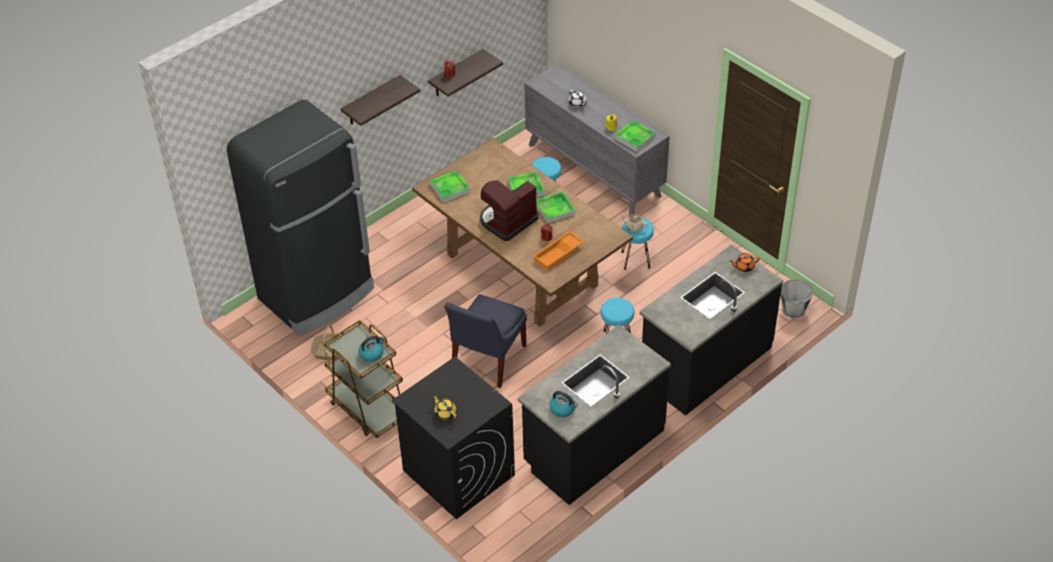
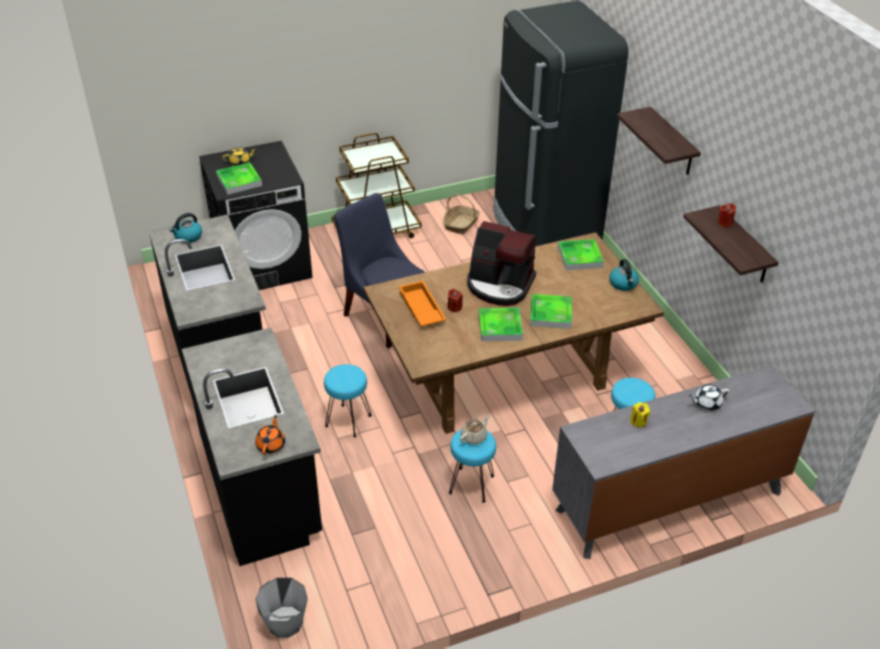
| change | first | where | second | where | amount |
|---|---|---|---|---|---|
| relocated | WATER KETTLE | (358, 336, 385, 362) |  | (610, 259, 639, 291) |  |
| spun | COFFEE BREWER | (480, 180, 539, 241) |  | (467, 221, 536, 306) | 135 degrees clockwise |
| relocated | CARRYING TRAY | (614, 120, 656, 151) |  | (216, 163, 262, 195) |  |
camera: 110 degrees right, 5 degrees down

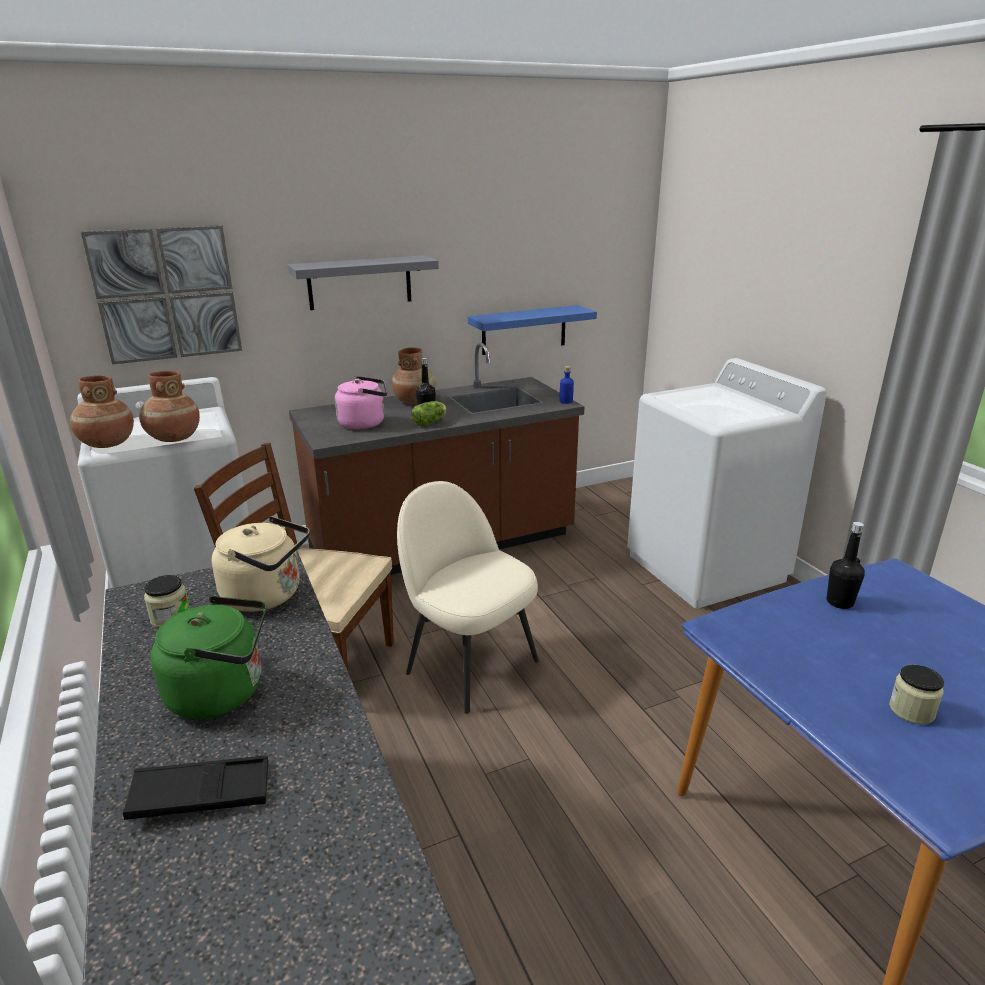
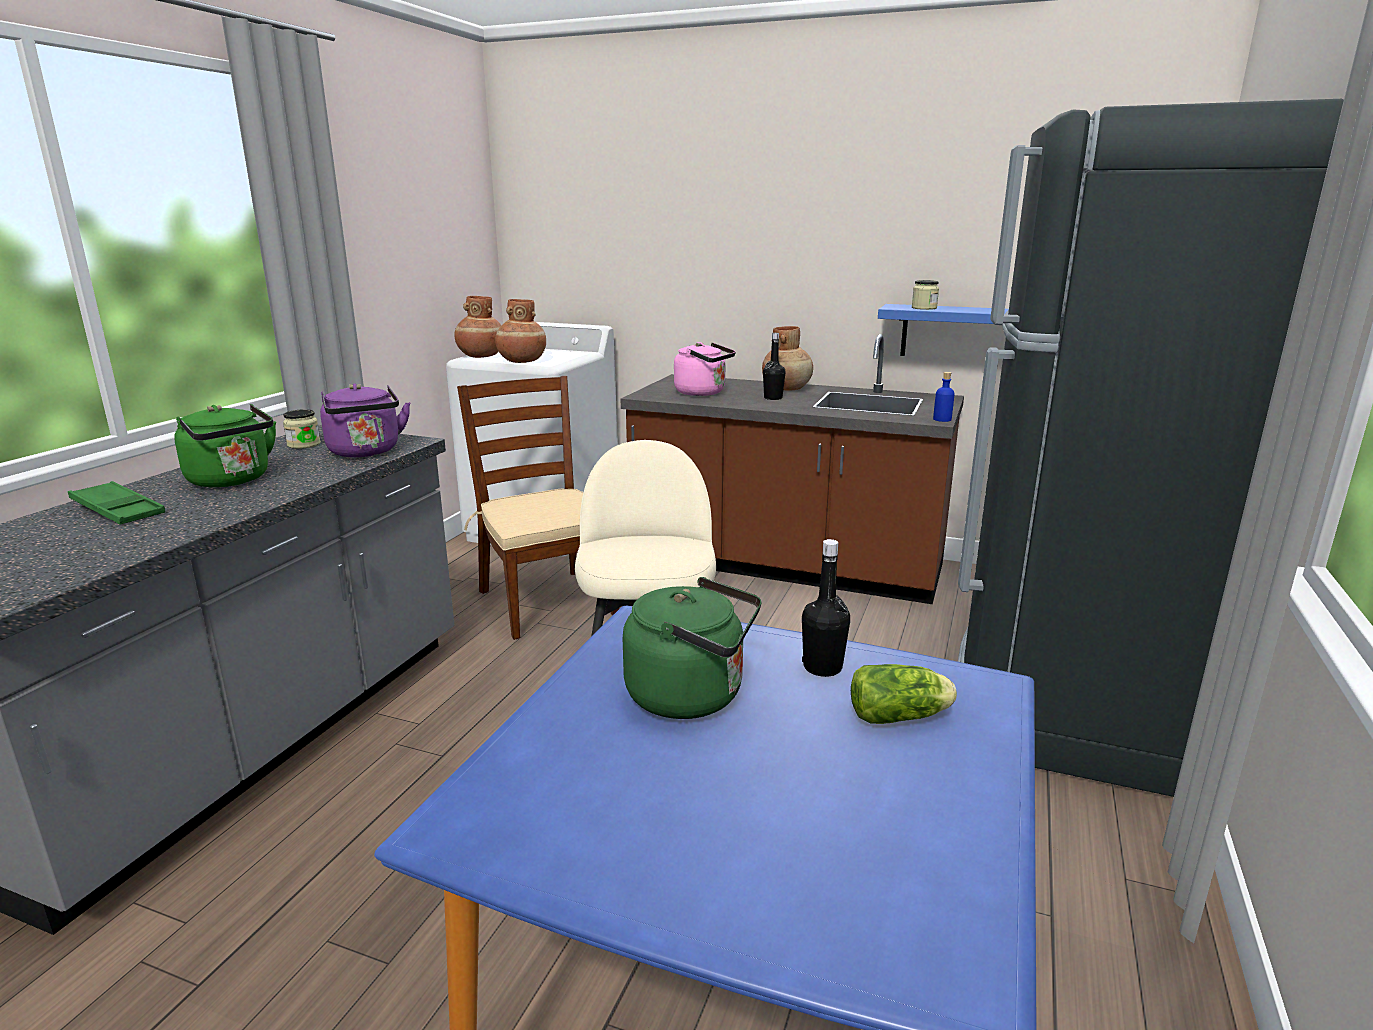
| change | first | where | second | where | amount |
|---|---|---|---|---|---|
| missing | PICTURE | (81, 225, 242, 364) |  |  |  |
| colour | BLACK-COLOURED CARRYING TRAY | (123, 756, 269, 820) | GREEN CARRYING TRAY | (68, 481, 165, 525) |  |
| colour | SAND-COLOURED WATER KETTLE | (212, 516, 310, 612) | PURPLE-COLOURED WATER KETTLE | (320, 383, 410, 457) |  |
| missing | GREYISH BRACKET SHELF | (287, 255, 439, 310) |  |  |  |
| relocated | HEAD OF LETTUCE | (411, 401, 447, 427) |  | (851, 664, 957, 724) |  |
| exchanged | WHITE-COLOURED LAUNDRY MACHINE | (627, 358, 827, 608) | BLACK-COLOURED FRIDGE | (958, 99, 1344, 797) |  |
| relocated | STORAGE JAR | (889, 664, 944, 724) |  | (912, 280, 939, 310) |  |
| appeared |  |  | GREEN WATER KETTLE | (623, 577, 761, 719) |  |
camera: 45 degrees right, 5 degrees down

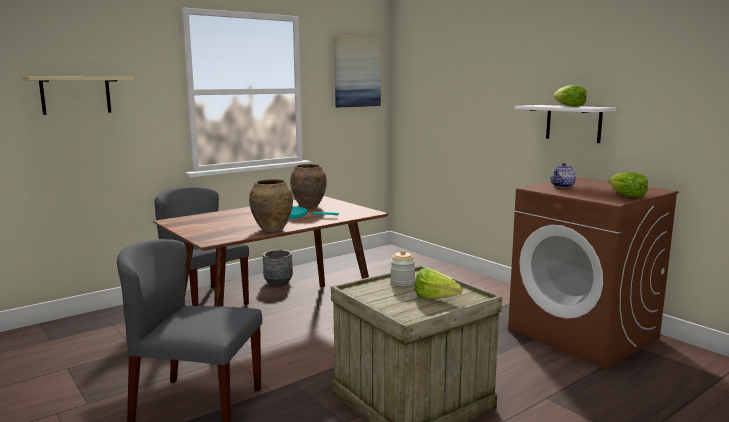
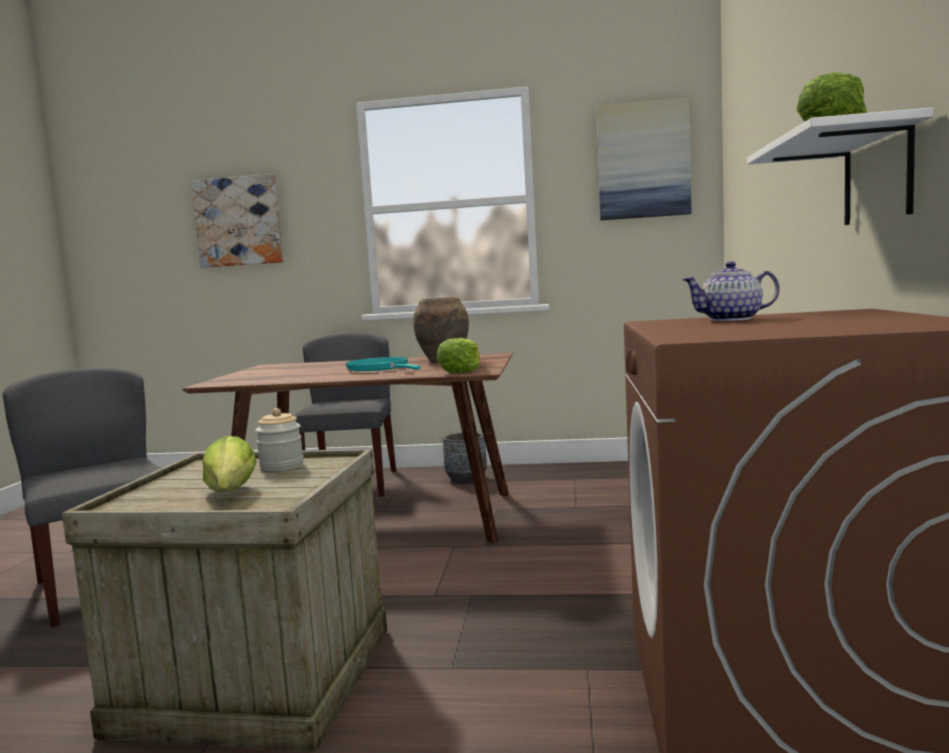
| change | first | where | second | where | amount |
|---|---|---|---|---|---|
| exchanged | SAND-COLOURED BRACKET SHELF | (22, 77, 134, 115) | PICTURE | (191, 174, 284, 268) |  |
| missing | BROWN VASE | (249, 179, 293, 232) |  |  |  |
| relocated | HEAD OF LETTUCE | (608, 172, 648, 198) |  | (437, 338, 480, 373) |  |
camera: 45 degrees right, 5 degrees down

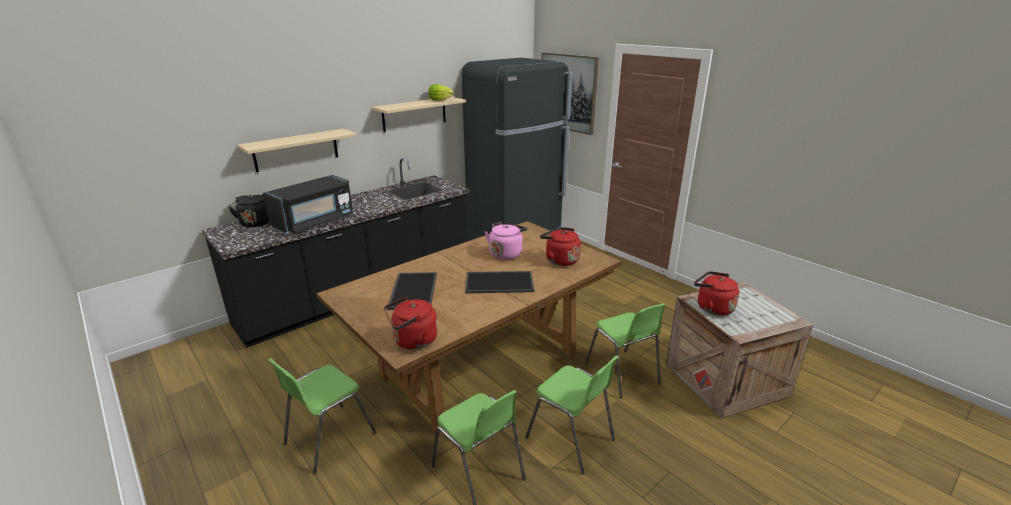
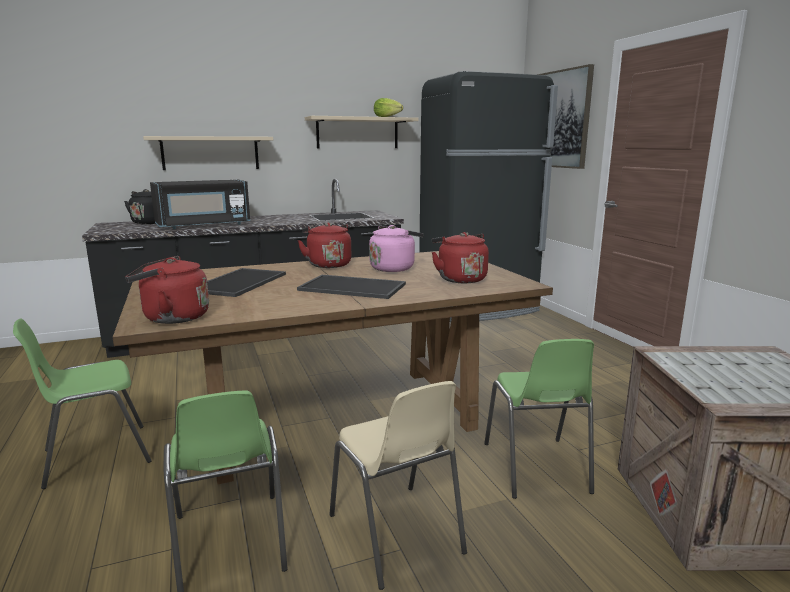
| change | first | where | second | where | amount |
|---|---|---|---|---|---|
| colour | GREEN PLAIN CHAIR | (525, 355, 619, 474) | SAND-COLOURED PLAIN CHAIR | (329, 381, 467, 590) |  |
| relocated | RED-COLOURED WATER KETTLE | (694, 271, 739, 316) |  | (298, 223, 351, 268) |  |
camera: 20 degrees right, 10 degrees down

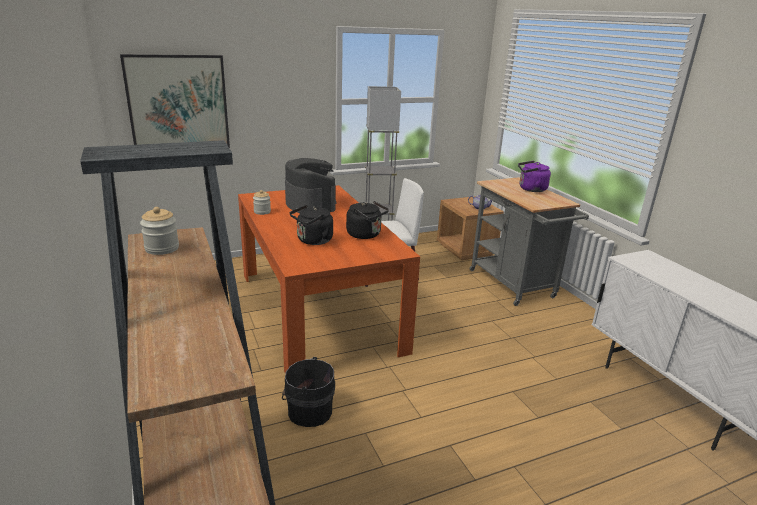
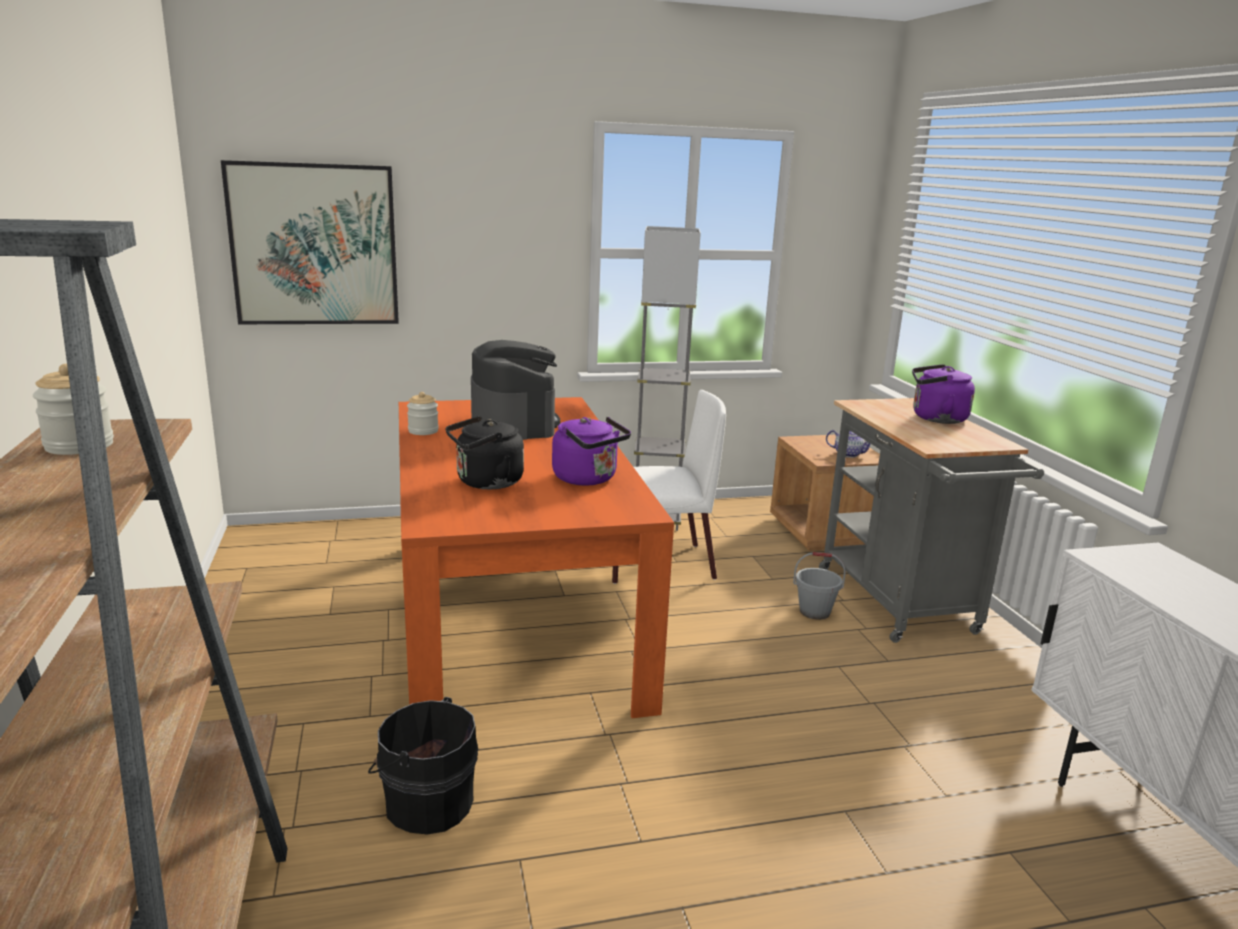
| change | first | where | second | where | amount |
|---|---|---|---|---|---|
| colour | BLACK-COLOURED WATER KETTLE | (346, 201, 389, 239) | PURPLE-COLOURED WATER KETTLE | (552, 417, 631, 486) |  |
| appeared |  |  | GREYISH BUCKET | (793, 552, 846, 620) |  |
camera: 10 degrees right, 5 degrees down

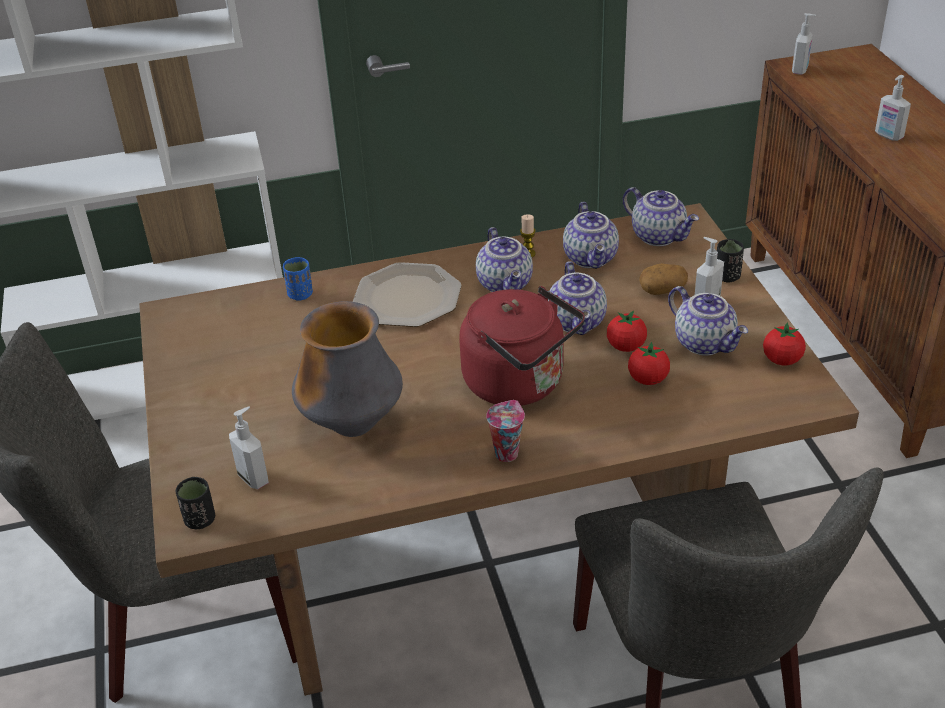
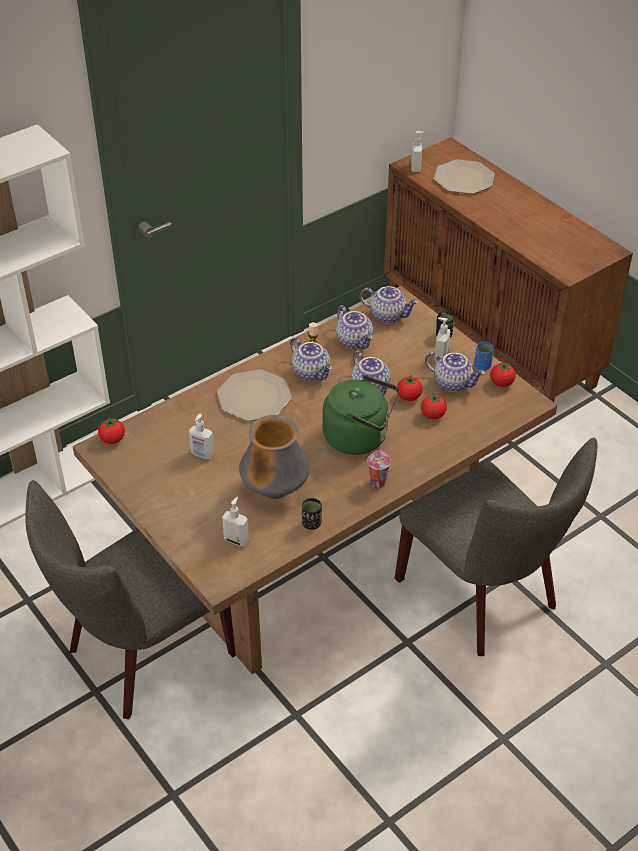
| change | first | where | second | where | amount |
|---|---|---|---|---|---|
| relocated | BLACK-COLOURED DRINKING CUP | (176, 477, 215, 529) |  | (302, 498, 322, 530) |  |
| relocated | BLUE-COLOURED DRINKING CUP | (283, 257, 313, 301) |  | (474, 342, 494, 370) |  |
| colour | RED-COLOURED WATER KETTLE | (459, 286, 585, 406) | GREEN WATER KETTLE | (322, 375, 399, 455) |  |
| missing | WHOLE POTATO | (639, 263, 688, 295) |  |  |  |
| relocated | SOAP BOTTLE | (875, 75, 911, 141) |  | (189, 414, 214, 459) |  |
| appeared |  |  | FRESH TOMATO | (98, 417, 125, 444) |  |
| appeared |  |  | DINNER PLATE | (434, 159, 494, 194) |  |
camera: 25 degrees left, 5 degrees up

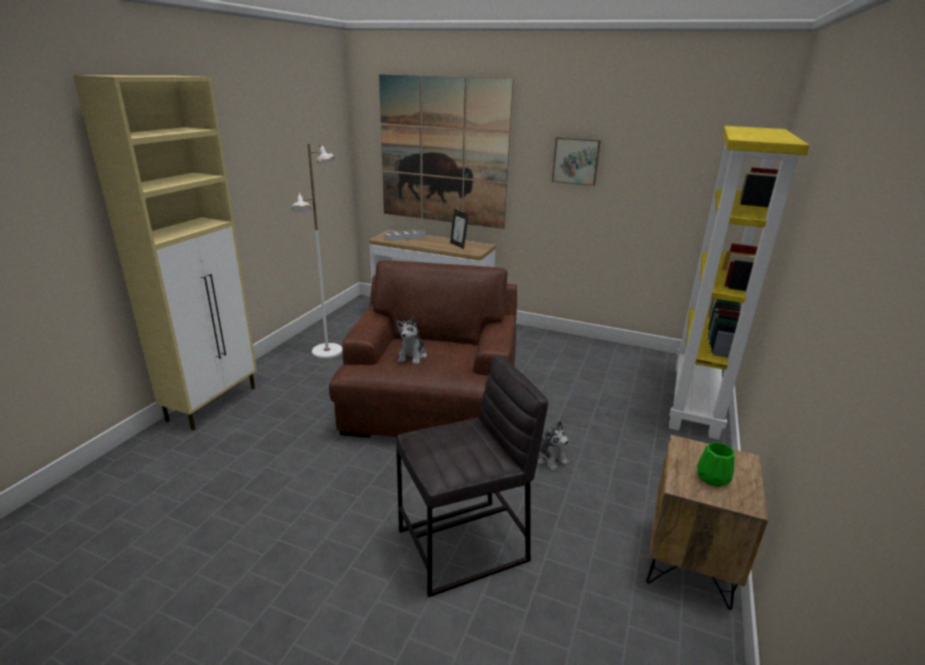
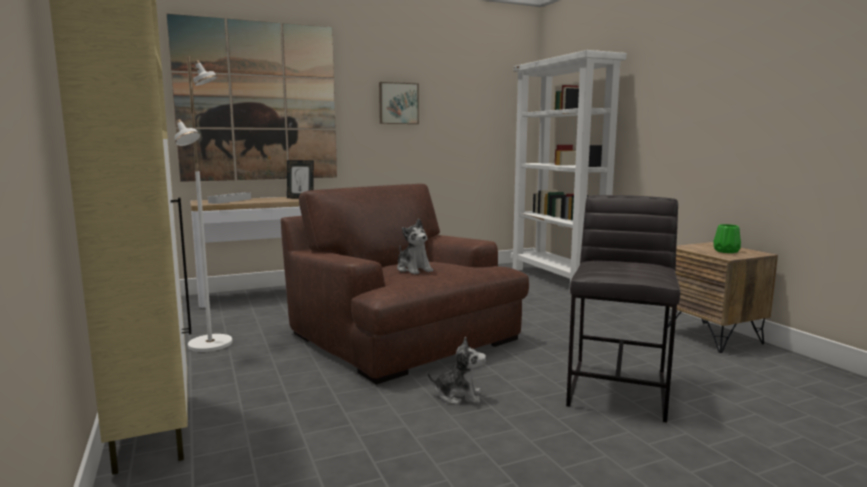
| change | first | where | second | where | amount |
|---|---|---|---|---|---|
| relocated | SOFT TOY | (538, 420, 569, 471) |  | (427, 337, 486, 405) |  |
| colour | YELLOW-COLOURED BOOKSHELF | (669, 126, 810, 440) | WHITE-COLOURED BOOKSHELF | (511, 50, 627, 291) |  |
camera: 45 degrees left, 15 degrees down

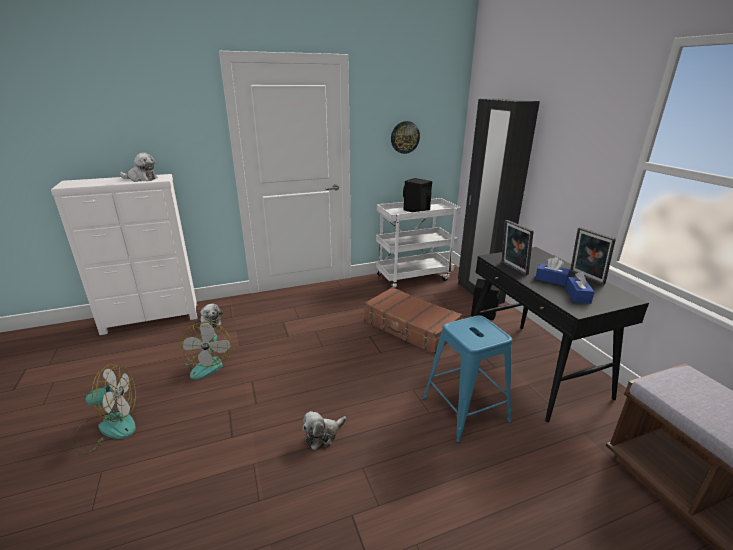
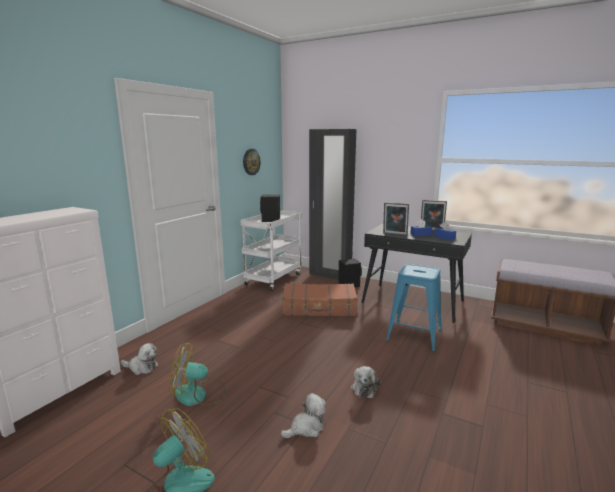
| change | first | where | second | where | amount |
|---|---|---|---|---|---|
| relocated | SOFT TOY | (120, 153, 158, 182) |  | (281, 393, 326, 438) |  |
| spun | ELECTRIC FAN | (181, 322, 232, 380) |  | (169, 342, 225, 406) | 135 degrees clockwise |
camera: 40 degrees left, 10 degrees down

